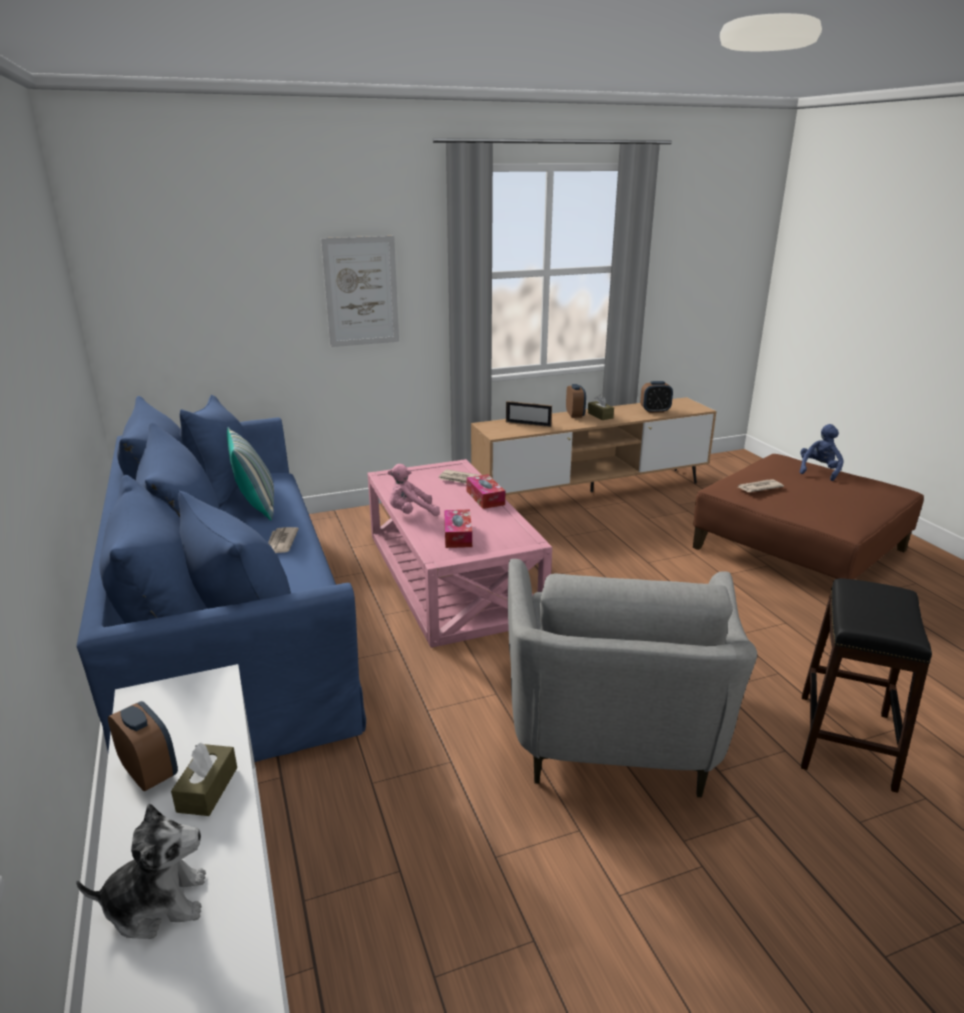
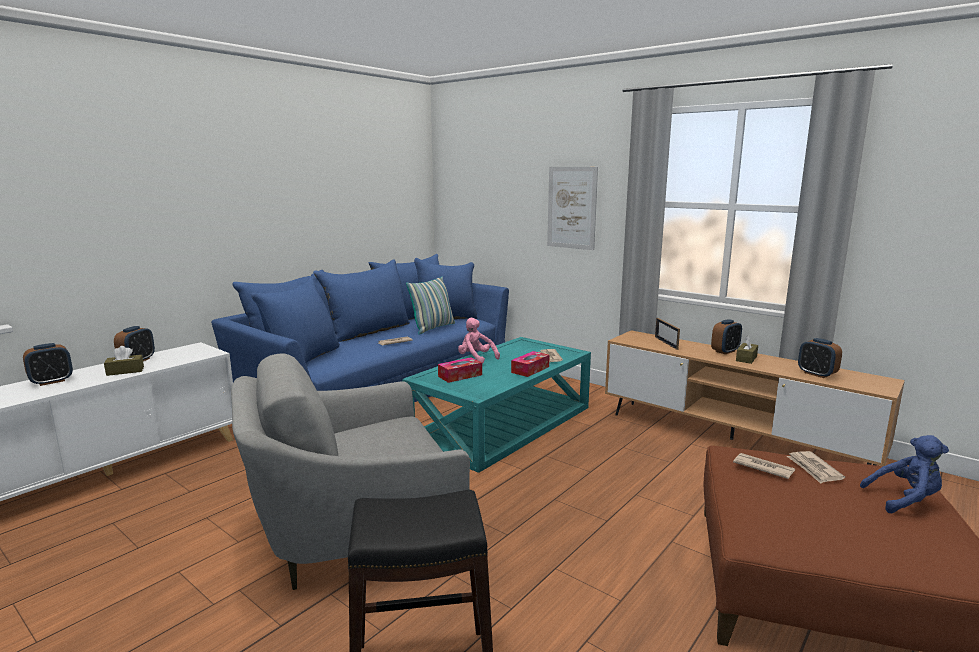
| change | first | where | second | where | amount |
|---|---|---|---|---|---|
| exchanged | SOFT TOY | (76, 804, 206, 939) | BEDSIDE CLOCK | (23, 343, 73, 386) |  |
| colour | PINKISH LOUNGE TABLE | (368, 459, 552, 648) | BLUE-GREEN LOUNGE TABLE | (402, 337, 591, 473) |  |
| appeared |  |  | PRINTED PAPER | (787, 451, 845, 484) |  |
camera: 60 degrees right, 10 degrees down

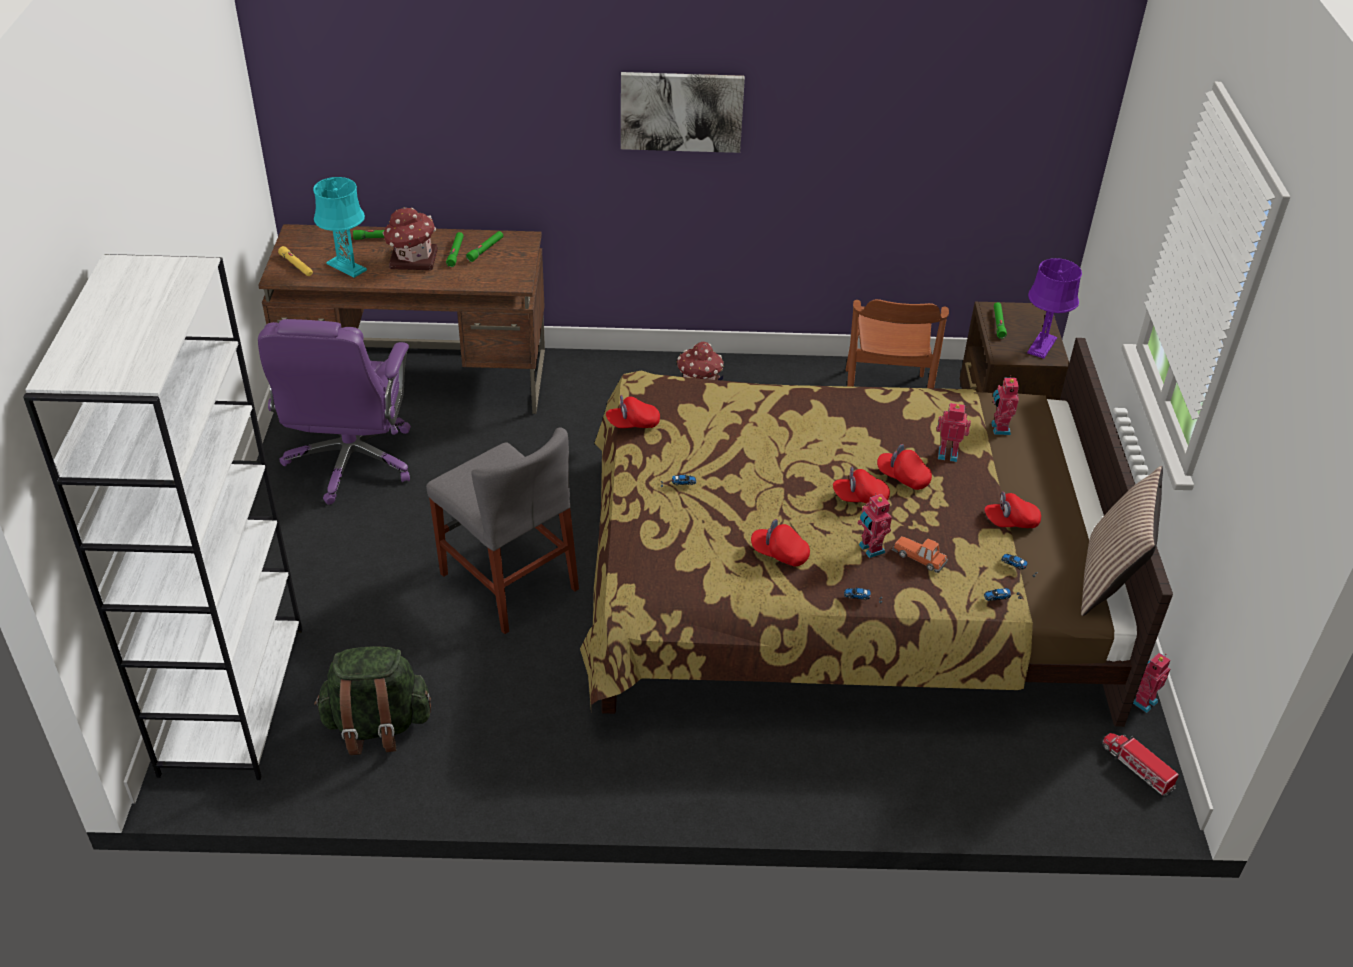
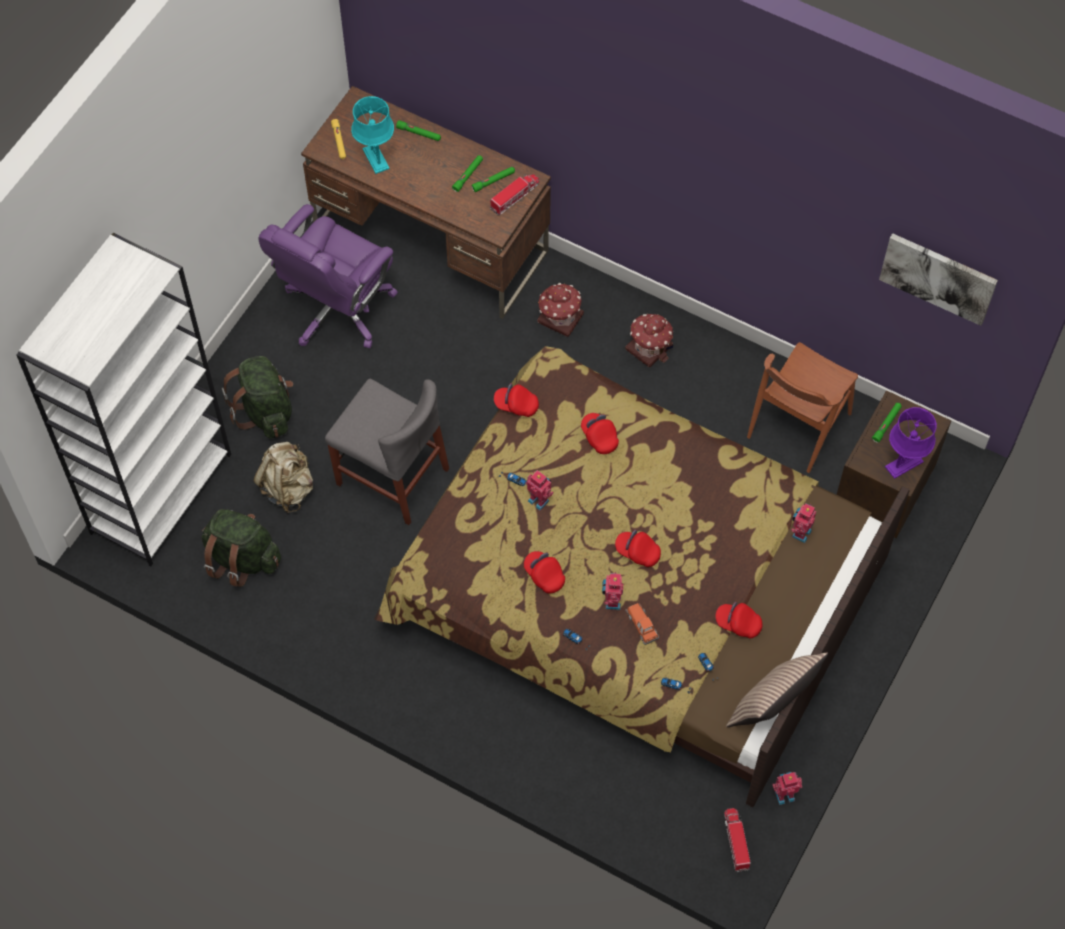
| change | first | where | second | where | amount |
|---|---|---|---|---|---|
| relocated | MODEL HOUSE | (383, 207, 438, 270) |  | (537, 283, 584, 337) |  |
| spun | GREYISH PLAIN CHAIR | (426, 427, 579, 634) |  | (325, 379, 449, 525) | 45 degrees counterclockwise |
| relocated | PICTURE | (621, 72, 745, 153) |  | (879, 233, 998, 326) |  |
| relocated | RED-COLOURED PEAKED CAP | (877, 444, 932, 490) |  | (581, 413, 619, 454) |  |
| relocated | TOY ROBOT | (936, 403, 971, 462) |  | (526, 470, 554, 510) |  |
| appeared |  |  | GREEN RUCKSACK | (222, 356, 293, 438) |  |
| appeared |  |  | SAND-COLOURED RUCKSACK | (253, 442, 313, 513) |  |
| appeared |  |  | TOY LORRY | (490, 174, 539, 216) |  |
camera: 30 degrees right, 20 degrees up

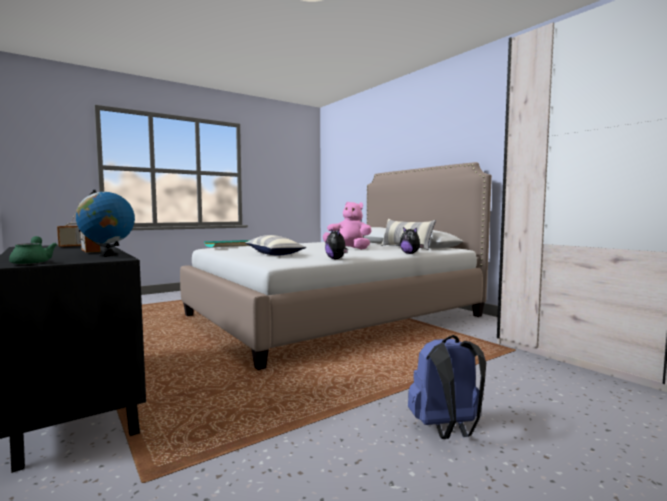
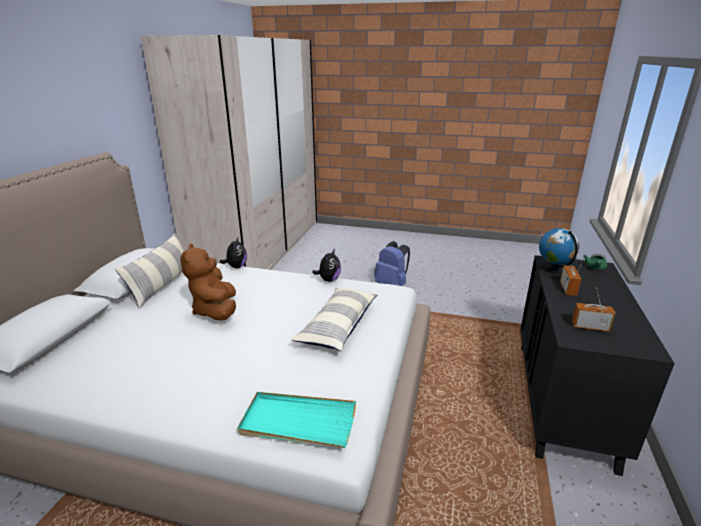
| change | first | where | second | where | amount |
|---|---|---|---|---|---|
| colour | PINKISH SOFT TOY | (323, 202, 372, 250) | BROWN SOFT TOY | (180, 243, 236, 320) |  |
camera: 130 degrees left, 20 degrees up

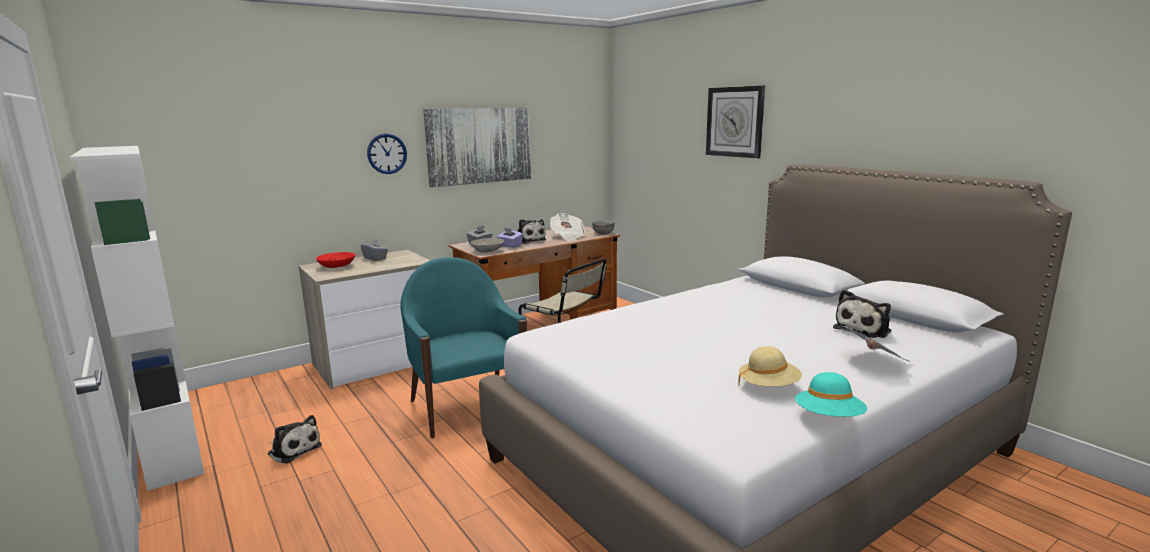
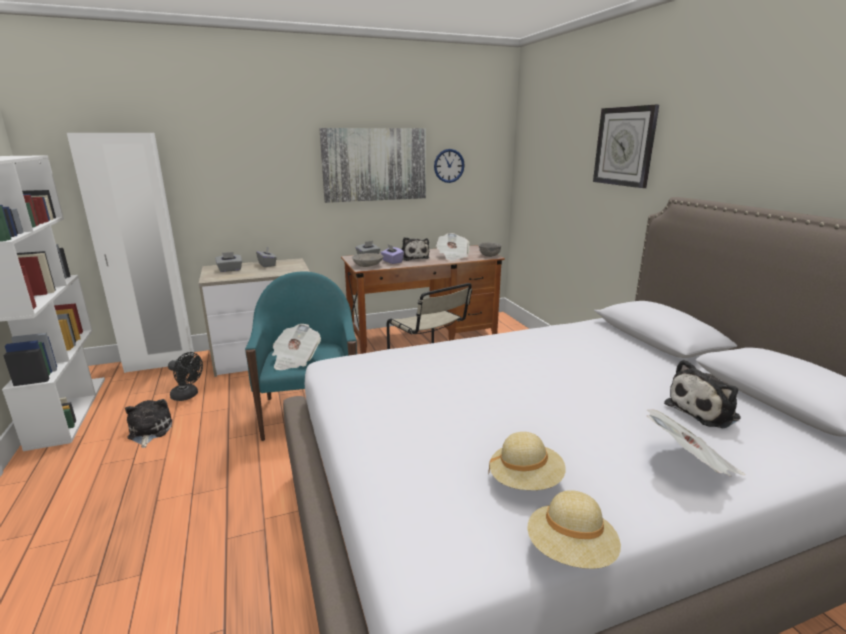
| change | first | where | second | where | amount |
|---|---|---|---|---|---|
| spun | SOFT TOY | (268, 415, 322, 463) |  | (125, 399, 172, 448) | 150 degrees counterclockwise |
| exchanged | RED-COLOURED BOWL | (316, 252, 356, 268) | GREYISH TISSUE BOX | (215, 252, 242, 272) |  |
| relocated | HANGING CLOCK | (367, 134, 407, 174) |  | (434, 149, 465, 183) |  |
| colour | BLUE-GREEN WEARABLE HAT | (795, 372, 867, 417) | SAND-COLOURED WEARABLE HAT | (528, 490, 621, 569) |  |
| appeared |  |  | WHITE-COLOURED WARDROBE | (67, 133, 194, 373) |  |
| appeared |  |  | BLACK-COLOURED ELECTRIC FAN | (168, 352, 203, 401) |  |
| appeared |  |  | PRINTED PAPER | (272, 324, 321, 370) |  |
camera: 15 degrees right, 5 degrees up

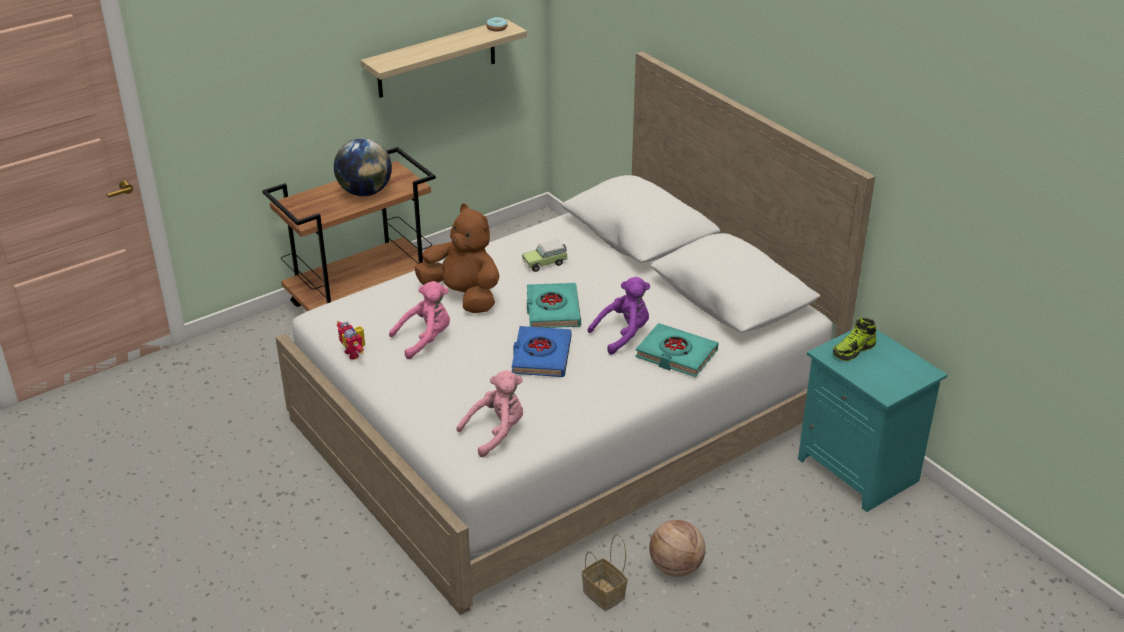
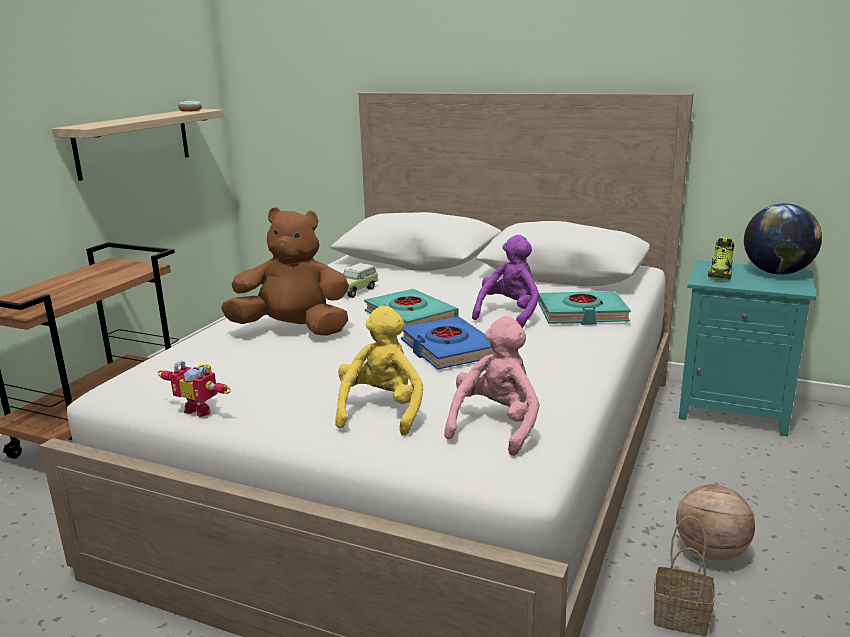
| change | first | where | second | where | amount |
|---|---|---|---|---|---|
| relocated | WORLD GLOBE | (334, 138, 392, 196) |  | (744, 203, 822, 274) |  |
| missing | PINKISH SOFT TOY | (389, 281, 450, 359) |  |  |  |
| appeared |  |  | YELLOW-COLOURED SOFT TOY | (335, 305, 423, 436) |  |
camera: 30 degrees left, 15 degrees down

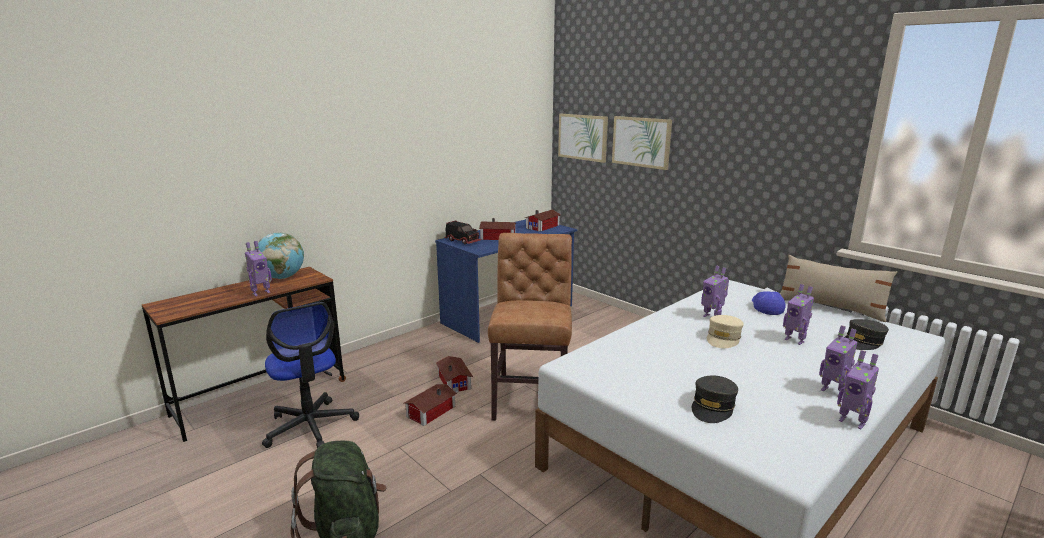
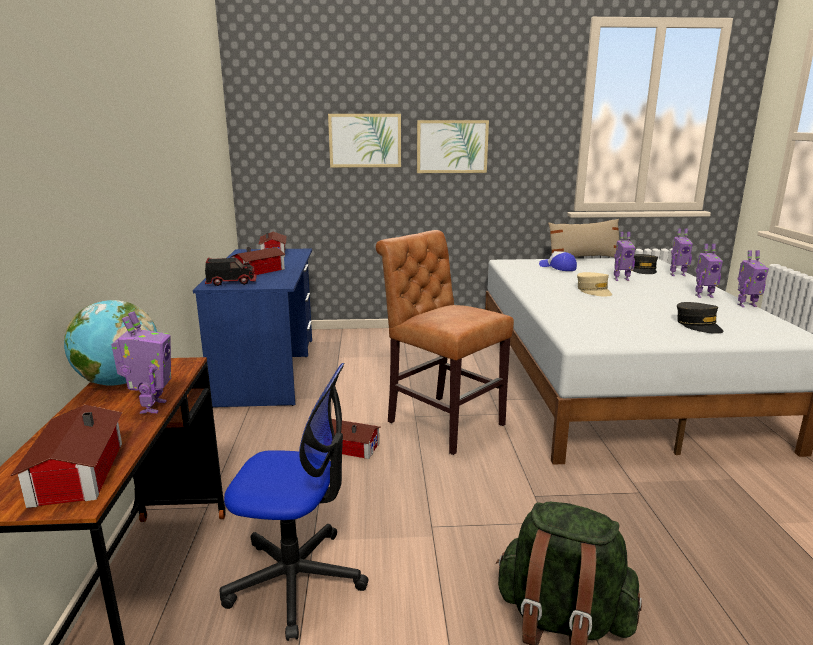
| change | first | where | second | where | amount |
|---|---|---|---|---|---|
| relocated | MODEL HOUSE | (403, 384, 457, 426) |  | (10, 405, 122, 508) |  |
| relocated | PICTURE | (558, 114, 608, 163) |  | (417, 120, 489, 173) |  |
| relocated | TOY ROBOT | (701, 265, 729, 317) |  | (670, 228, 693, 276) |  |
camera: 50 degrees left, 0 degrees up

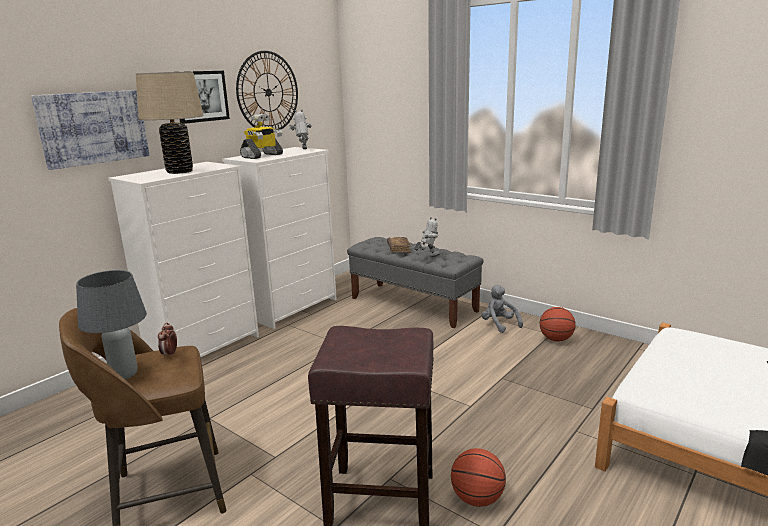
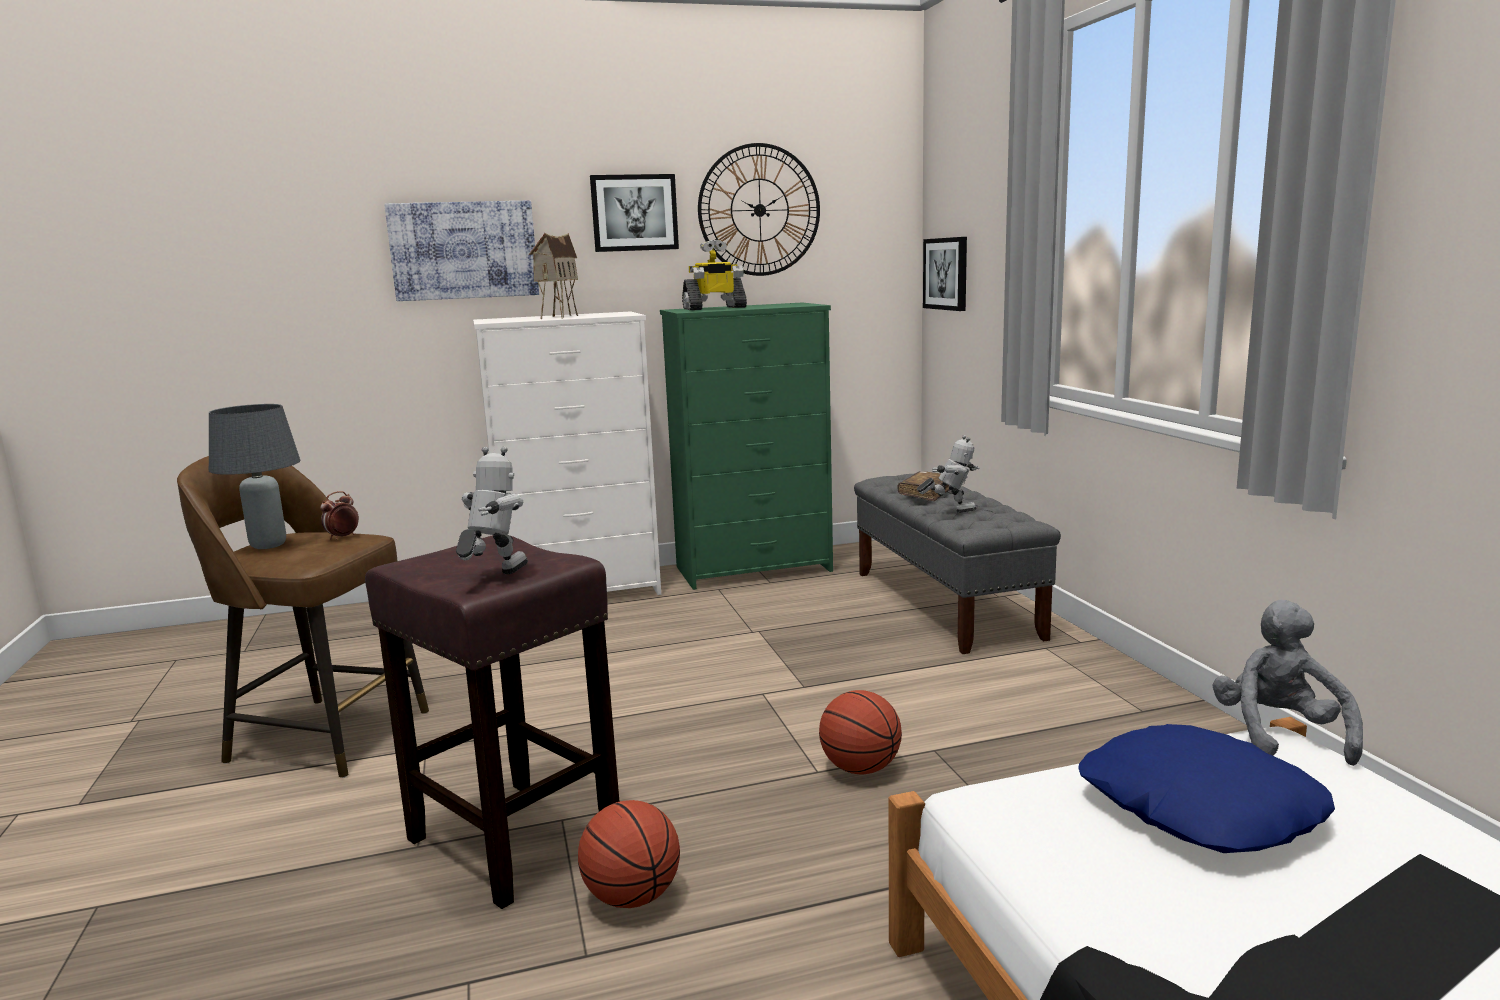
| change | first | where | second | where | amount |
|---|---|---|---|---|---|
| exchanged | SAND-COLOURED LAMP FOR A TABLE | (136, 72, 204, 174) | MODEL HOUSE | (529, 233, 578, 319) |  |
| colour | WHITE-COLOURED CHEST OF DRAWERS | (222, 147, 337, 329) | GREEN CHEST OF DRAWERS | (660, 303, 833, 590) |  |
| relocated | TOY ROBOT | (289, 109, 312, 149) |  | (456, 447, 528, 574) |  |
| relocated | GREYISH SOFT TOY | (481, 285, 523, 333) |  | (1212, 600, 1363, 766) |  |
| relocated | BASKETBALL BALL | (540, 307, 576, 341) |  | (819, 690, 902, 775) |  |
| appeared |  |  | PICTURE | (923, 237, 967, 311) |  |
| appeared |  |  | BLUE-COLOURED CUSHION | (1078, 724, 1335, 853) |  |
camera: 35 degrees right, 5 degrees down

